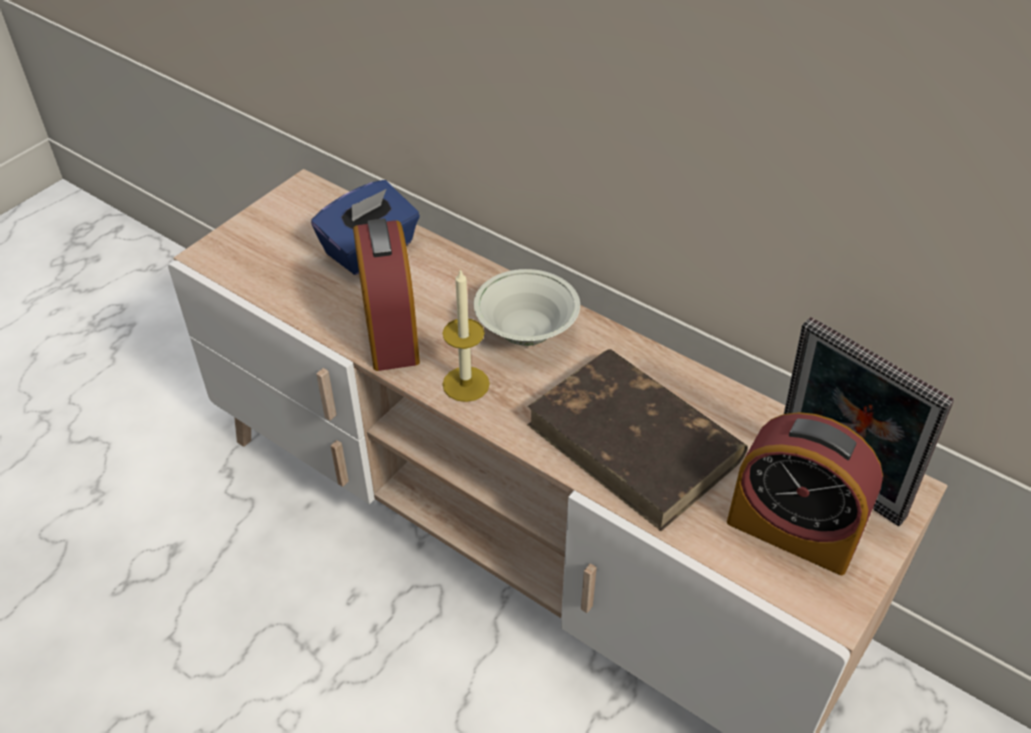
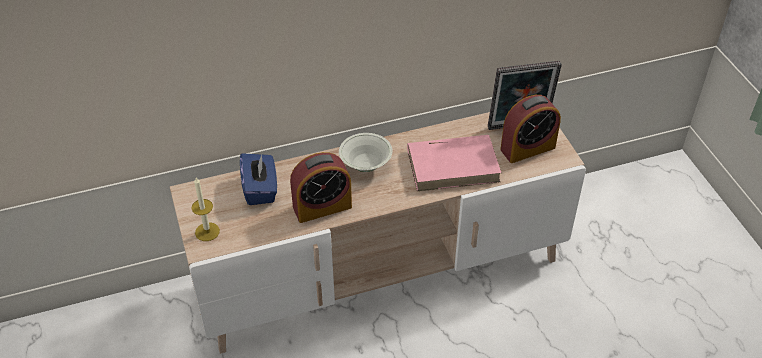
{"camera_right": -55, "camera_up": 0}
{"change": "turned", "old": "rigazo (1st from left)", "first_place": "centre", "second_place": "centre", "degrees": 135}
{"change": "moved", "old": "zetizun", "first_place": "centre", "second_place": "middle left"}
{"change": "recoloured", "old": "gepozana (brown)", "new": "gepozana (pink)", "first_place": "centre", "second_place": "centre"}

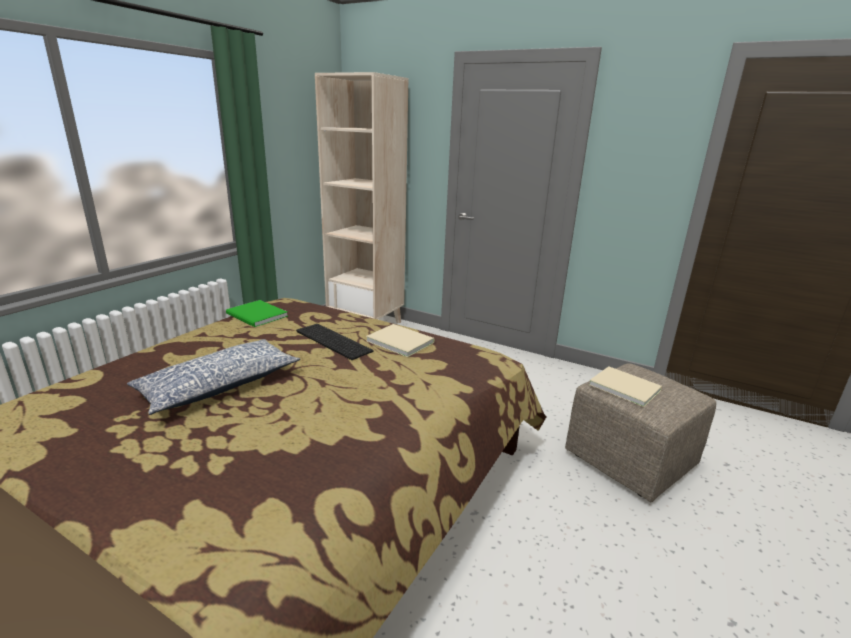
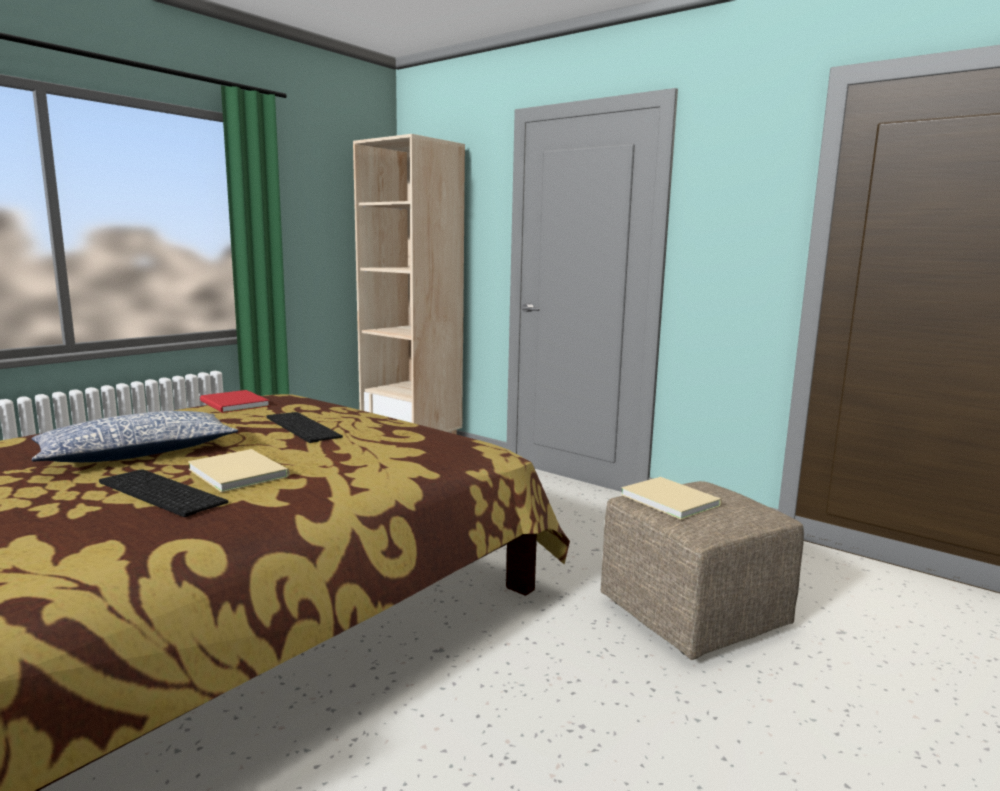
{"camera_right": 10, "camera_up": -10}
{"change": "recoloured", "old": "gepozana (green)", "new": "gepozana (red)", "first_place": "middle left", "second_place": "middle left"}
{"change": "moved", "old": "gepozana (beige) (1st from left)", "first_place": "centre", "second_place": "middle left"}
{"change": "added", "new": "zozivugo (1st from left)", "second_place": "middle left"}

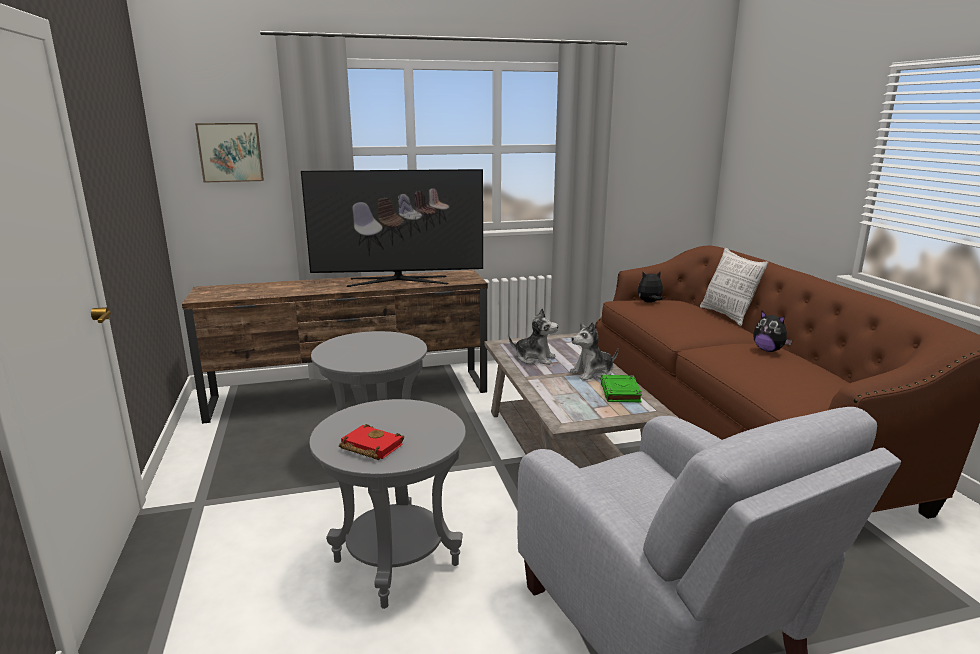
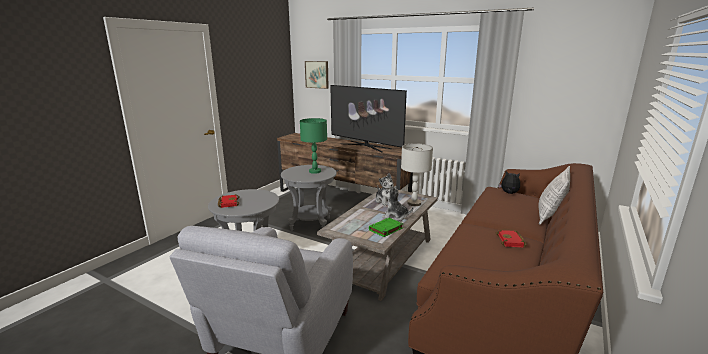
{"camera_right": 45, "camera_up": 0}
{"change": "replaced", "old": "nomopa (4th from left)", "new": "gepozana (red) (2nd from left)", "first_place": "middle right", "second_place": "bottom right"}
{"change": "added", "new": "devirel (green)", "second_place": "centre"}
{"change": "added", "new": "devirel (grey)", "second_place": "centre"}

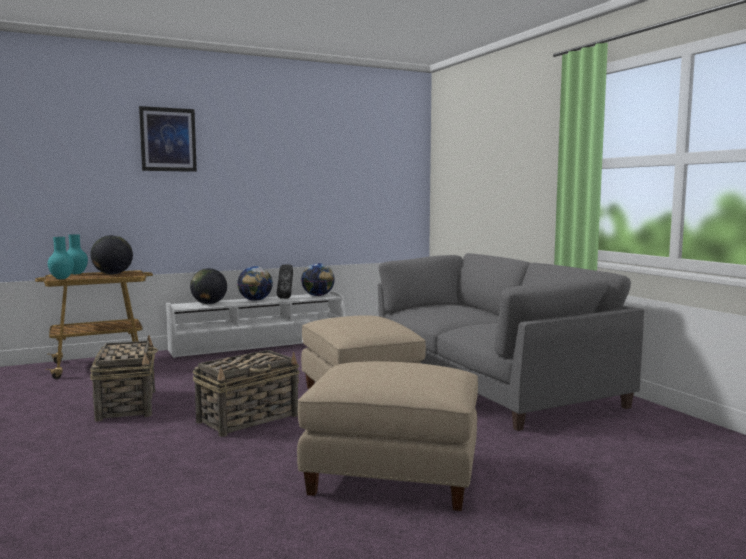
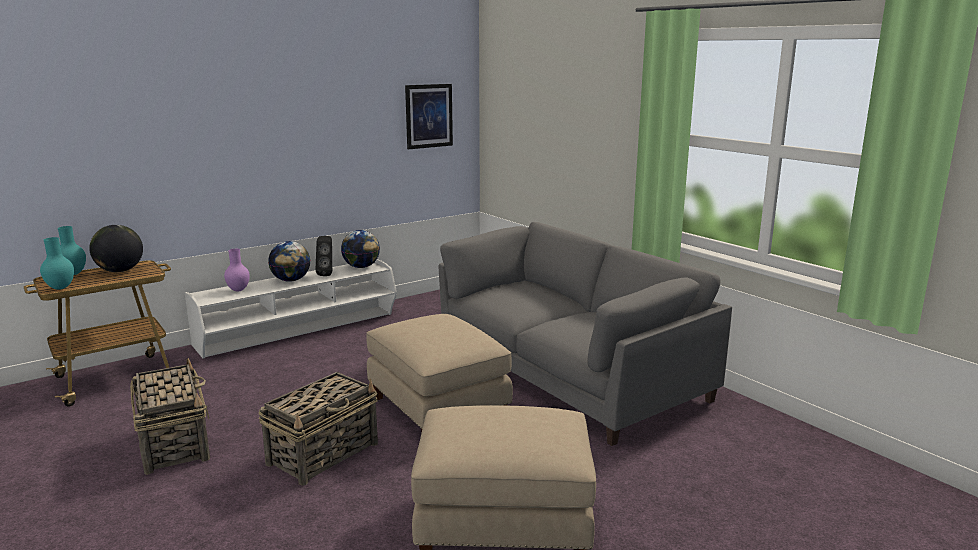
{"camera_right": -10, "camera_up": 10}
{"change": "moved", "old": "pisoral", "first_place": "top left", "second_place": "top centre"}
{"change": "replaced", "old": "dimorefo (2nd from left)", "new": "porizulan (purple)", "first_place": "middle left", "second_place": "middle left"}

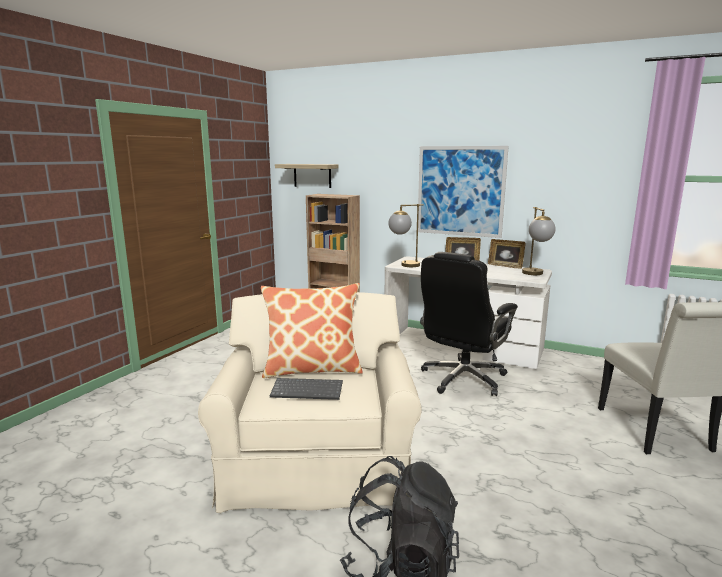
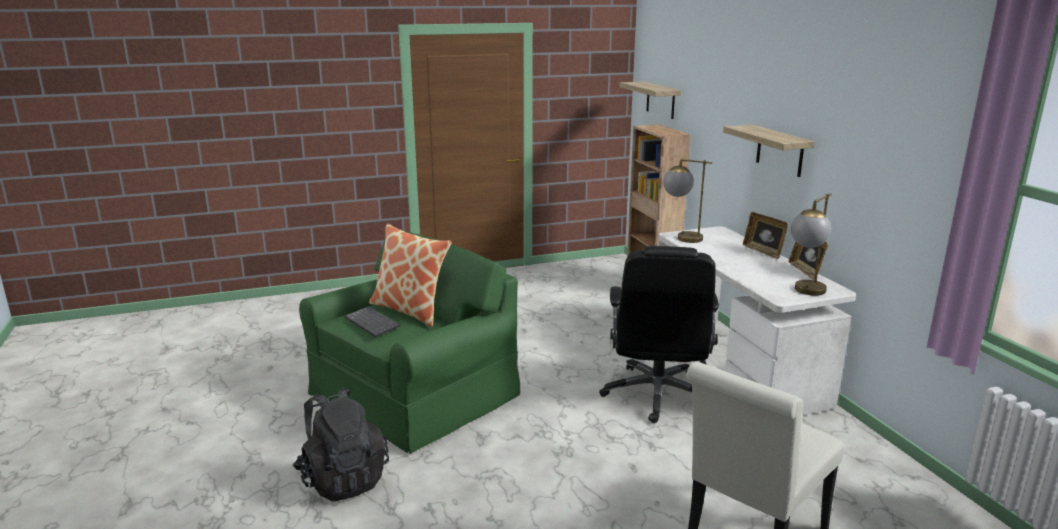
{"camera_right": 45, "camera_up": 5}
{"change": "replaced", "old": "pisoral", "new": "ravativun (2nd from left)", "first_place": "top centre", "second_place": "top right"}
{"change": "turned", "old": "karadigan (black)", "first_place": "centre", "second_place": "centre", "degrees": -75}
{"change": "recoloured", "old": "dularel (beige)", "new": "dularel (green)", "first_place": "bottom centre", "second_place": "centre"}

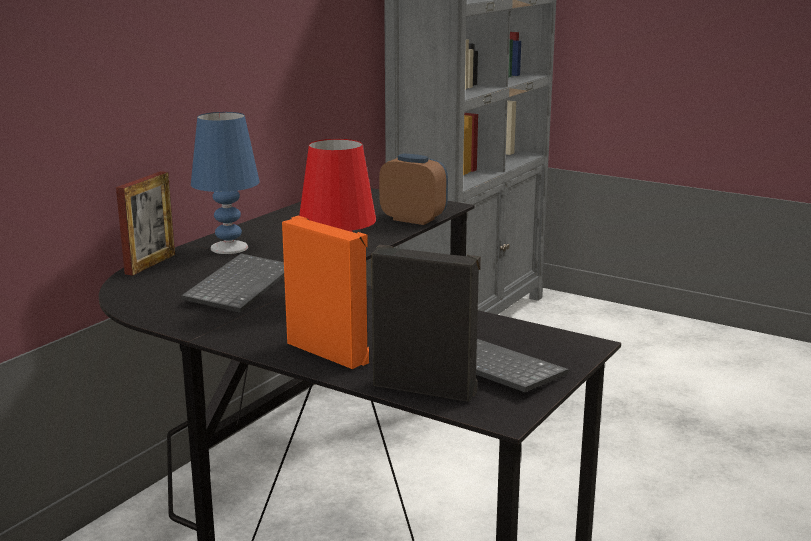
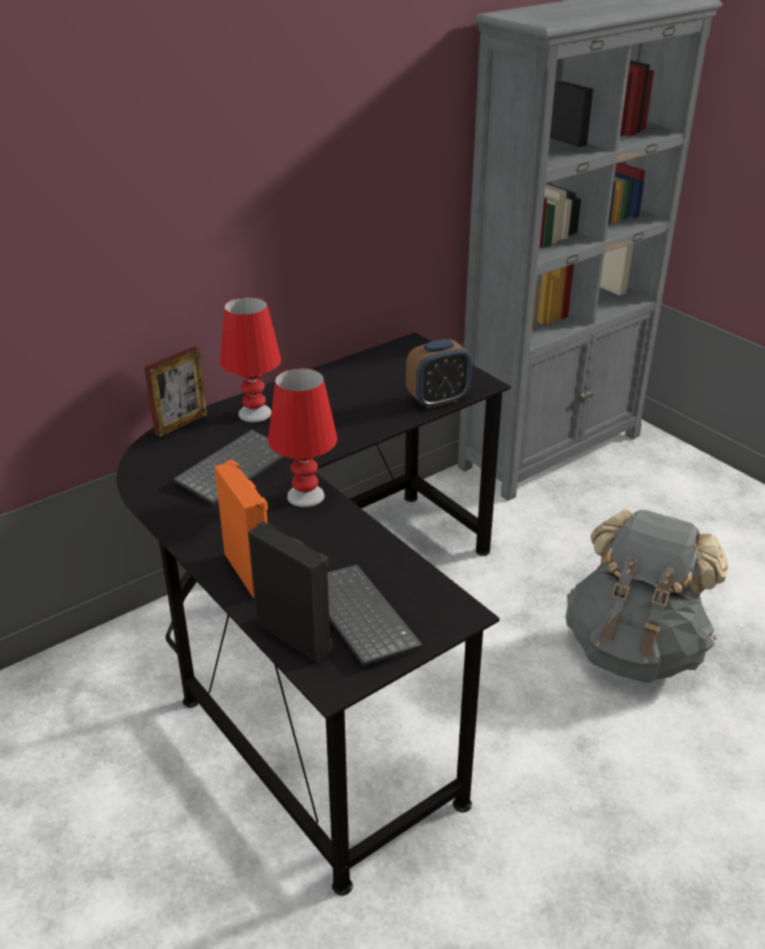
{"camera_right": 20, "camera_up": 15}
{"change": "recoloured", "old": "devirel (blue)", "new": "devirel (red) (1st from left)", "first_place": "middle left", "second_place": "middle left"}
{"change": "turned", "old": "rigazo", "first_place": "centre", "second_place": "centre", "degrees": 105}
{"change": "added", "new": "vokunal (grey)", "second_place": "middle right"}

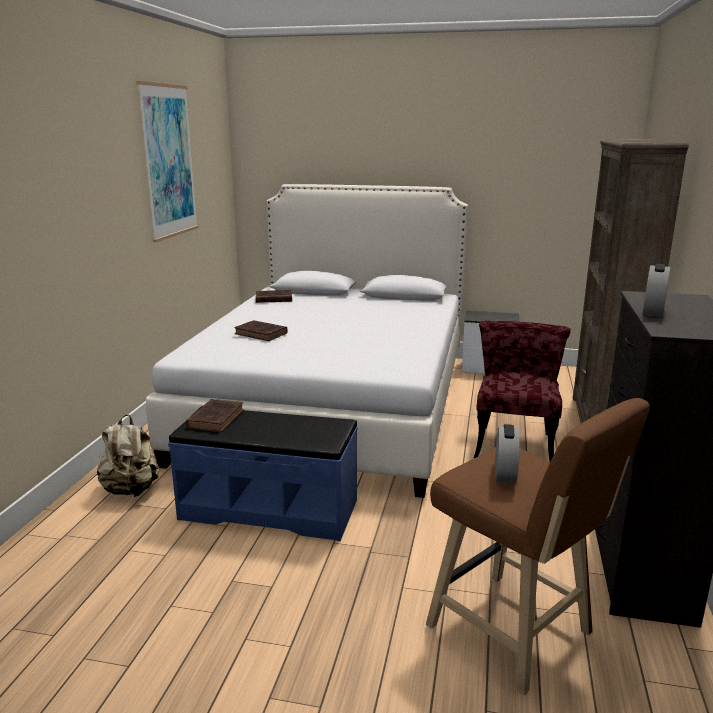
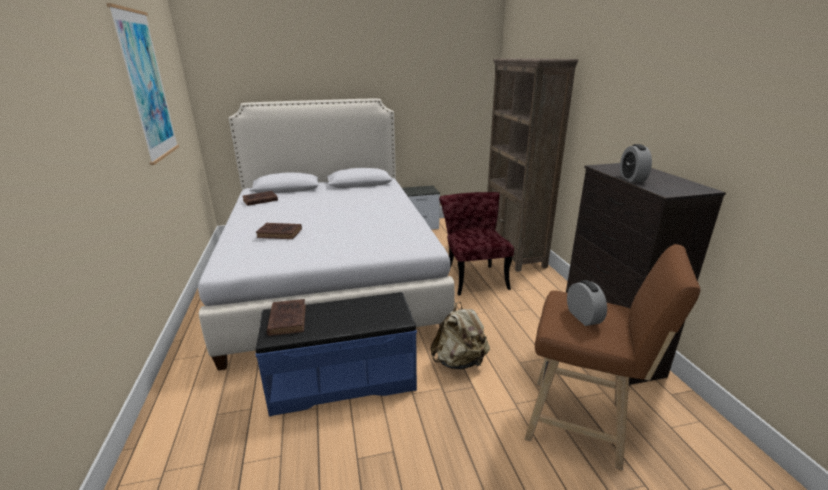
{"camera_right": -25, "camera_up": 5}
{"change": "moved", "old": "vokunal (beige)", "first_place": "middle left", "second_place": "bottom centre"}

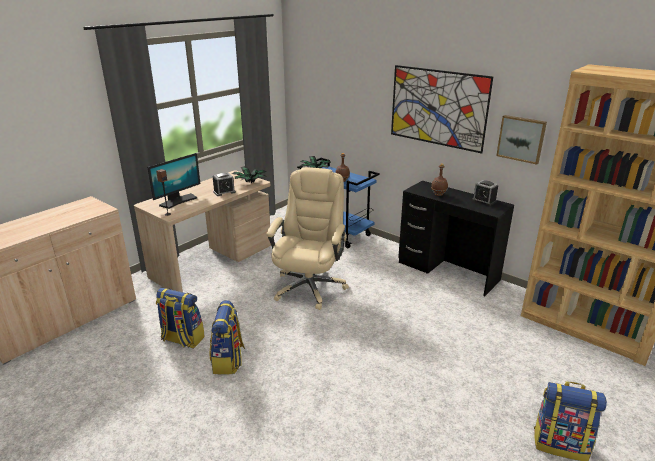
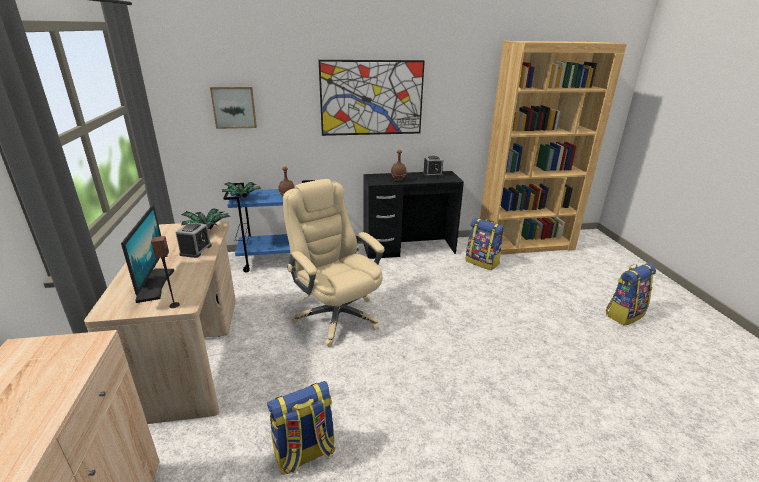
{"camera_right": -50, "camera_up": 0}
{"change": "moved", "old": "pisoral (2nd from left in the first image)", "new": "pisoral (1st from left)", "first_place": "top right", "second_place": "top left"}
{"change": "moved", "old": "vokunal (2nd from left)", "first_place": "bottom centre", "second_place": "centre"}

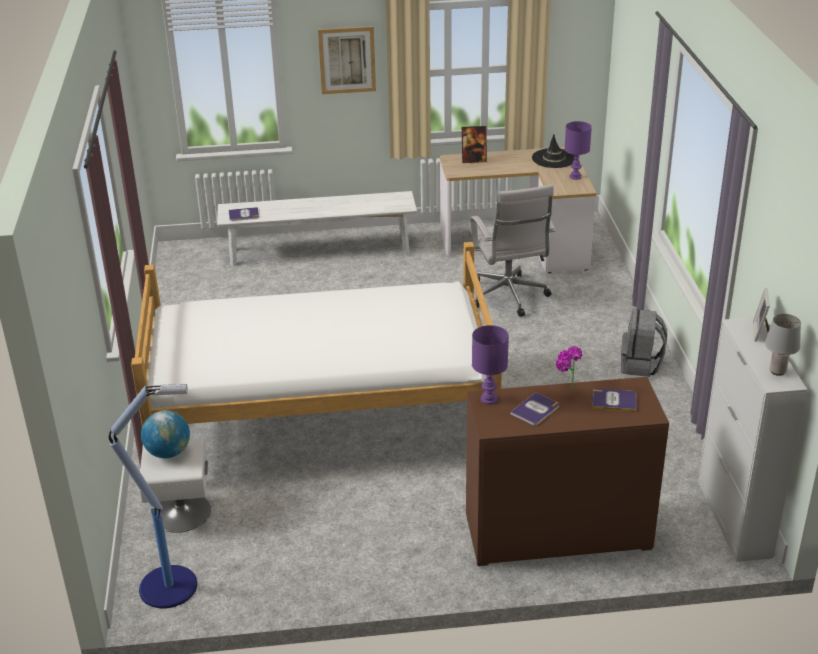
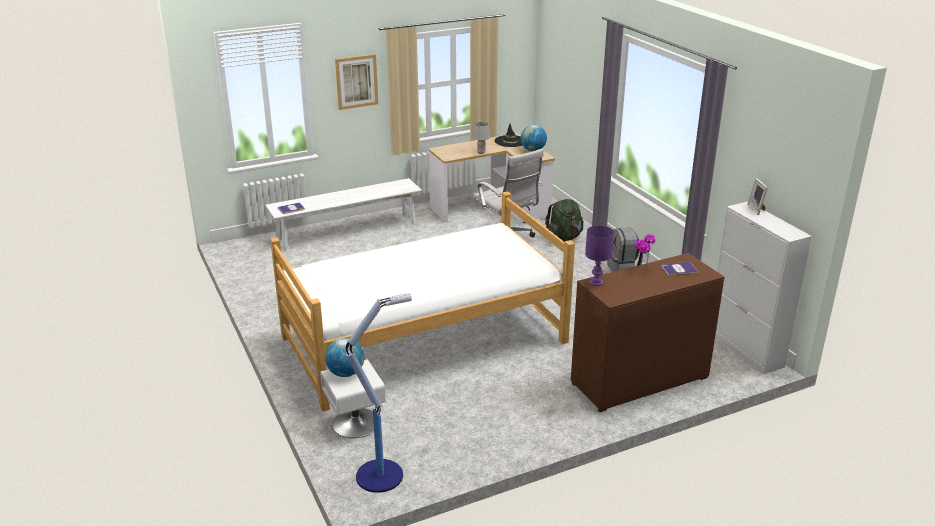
{"camera_right": -20, "camera_up": -5}
{"change": "replaced", "old": "devirel (purple) (2nd from left)", "new": "dimorefo (2nd from left)", "first_place": "top right", "second_place": "top centre"}
{"change": "removed", "old": "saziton (1st from left)", "first_place": "top centre"}
{"change": "moved", "old": "devirel (grey)", "first_place": "middle right", "second_place": "top centre"}
{"change": "removed", "old": "gepozana (2nd from left)", "first_place": "centre"}
{"change": "added", "new": "vokunal (green)", "second_place": "centre"}

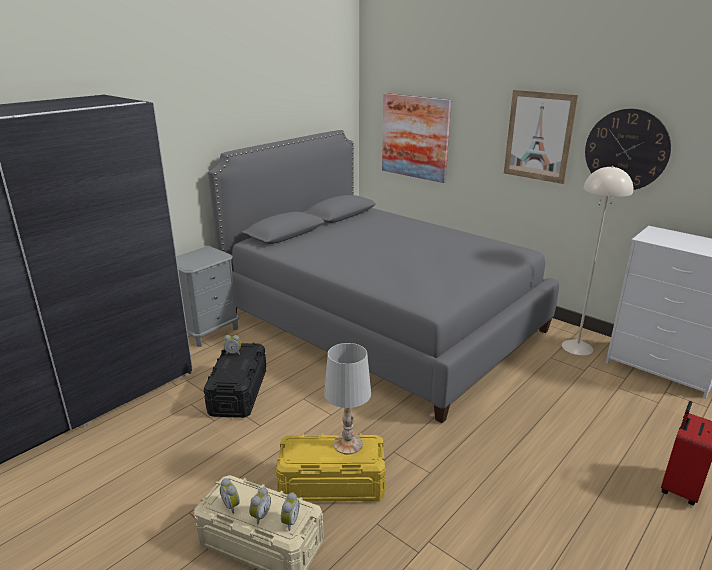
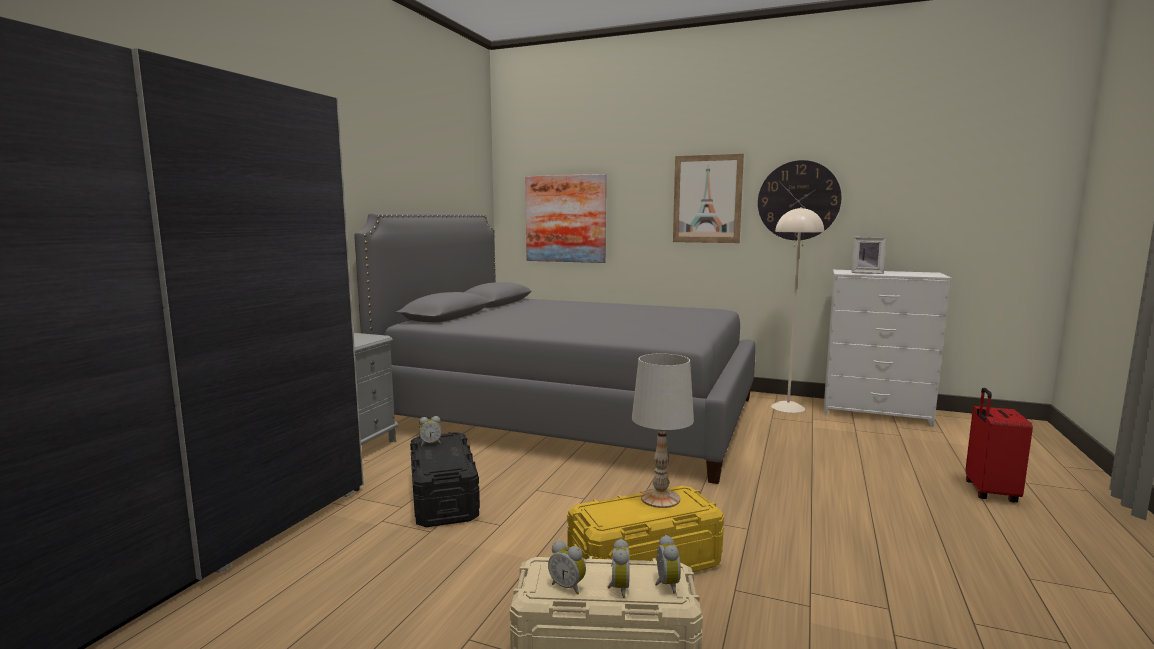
{"camera_right": -20, "camera_up": -15}
{"change": "added", "new": "saziton", "second_place": "middle right"}

